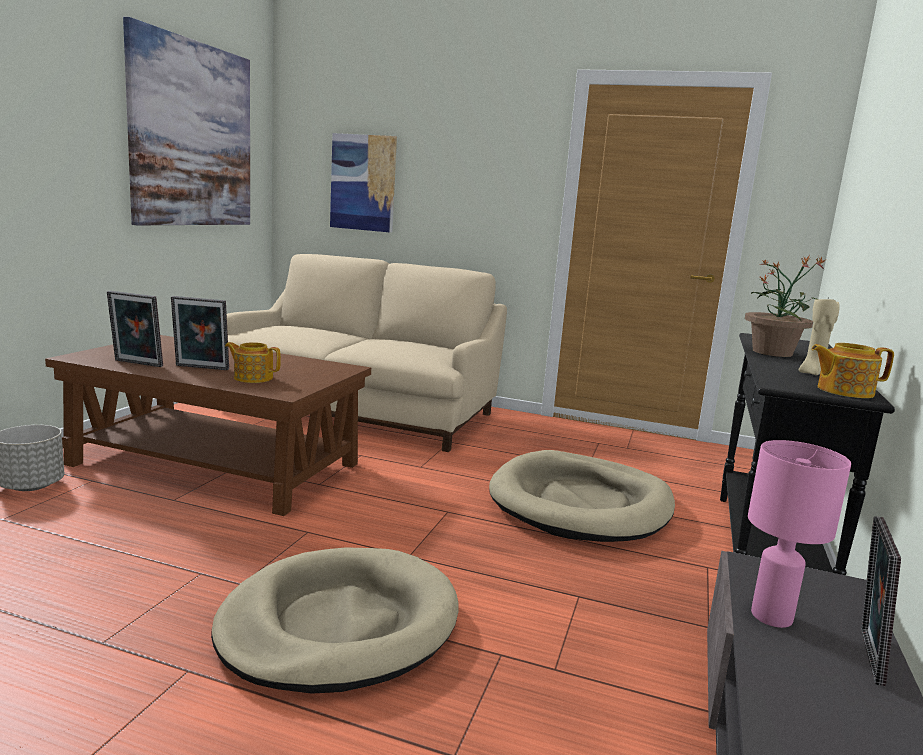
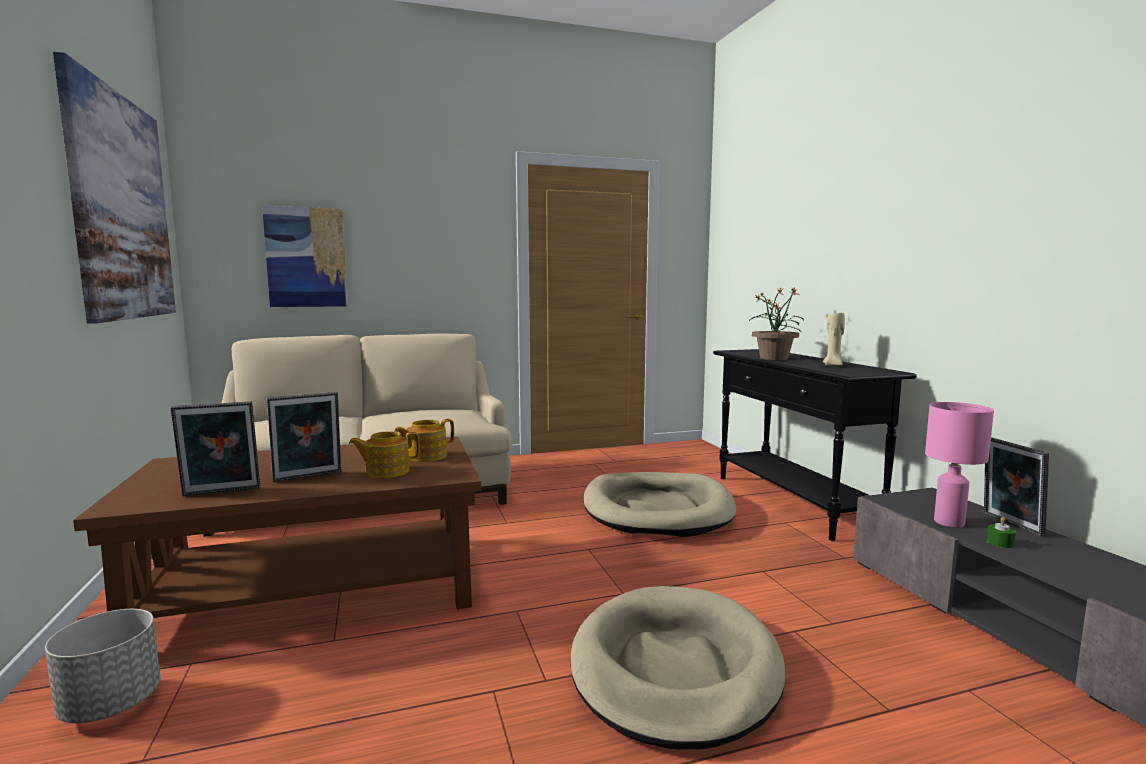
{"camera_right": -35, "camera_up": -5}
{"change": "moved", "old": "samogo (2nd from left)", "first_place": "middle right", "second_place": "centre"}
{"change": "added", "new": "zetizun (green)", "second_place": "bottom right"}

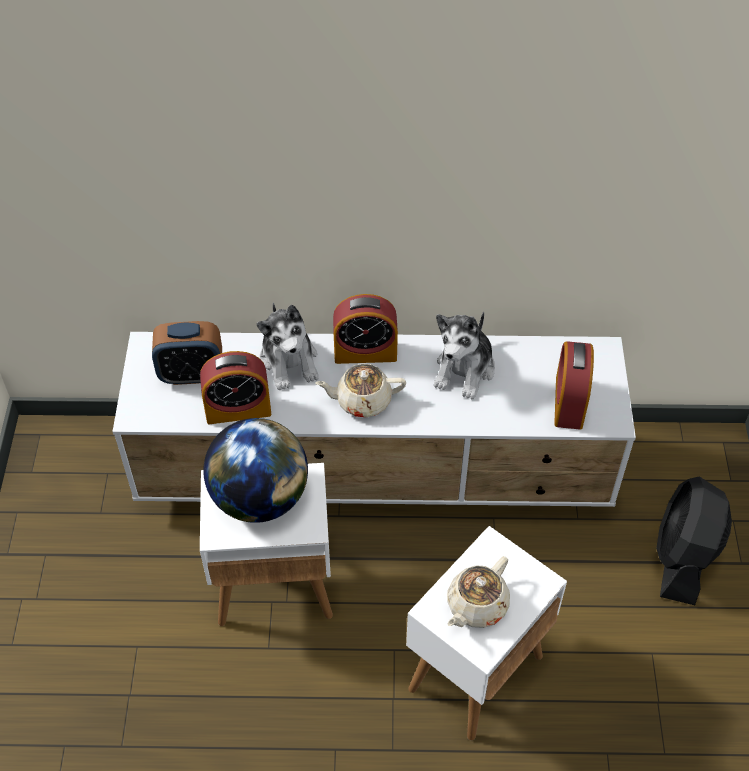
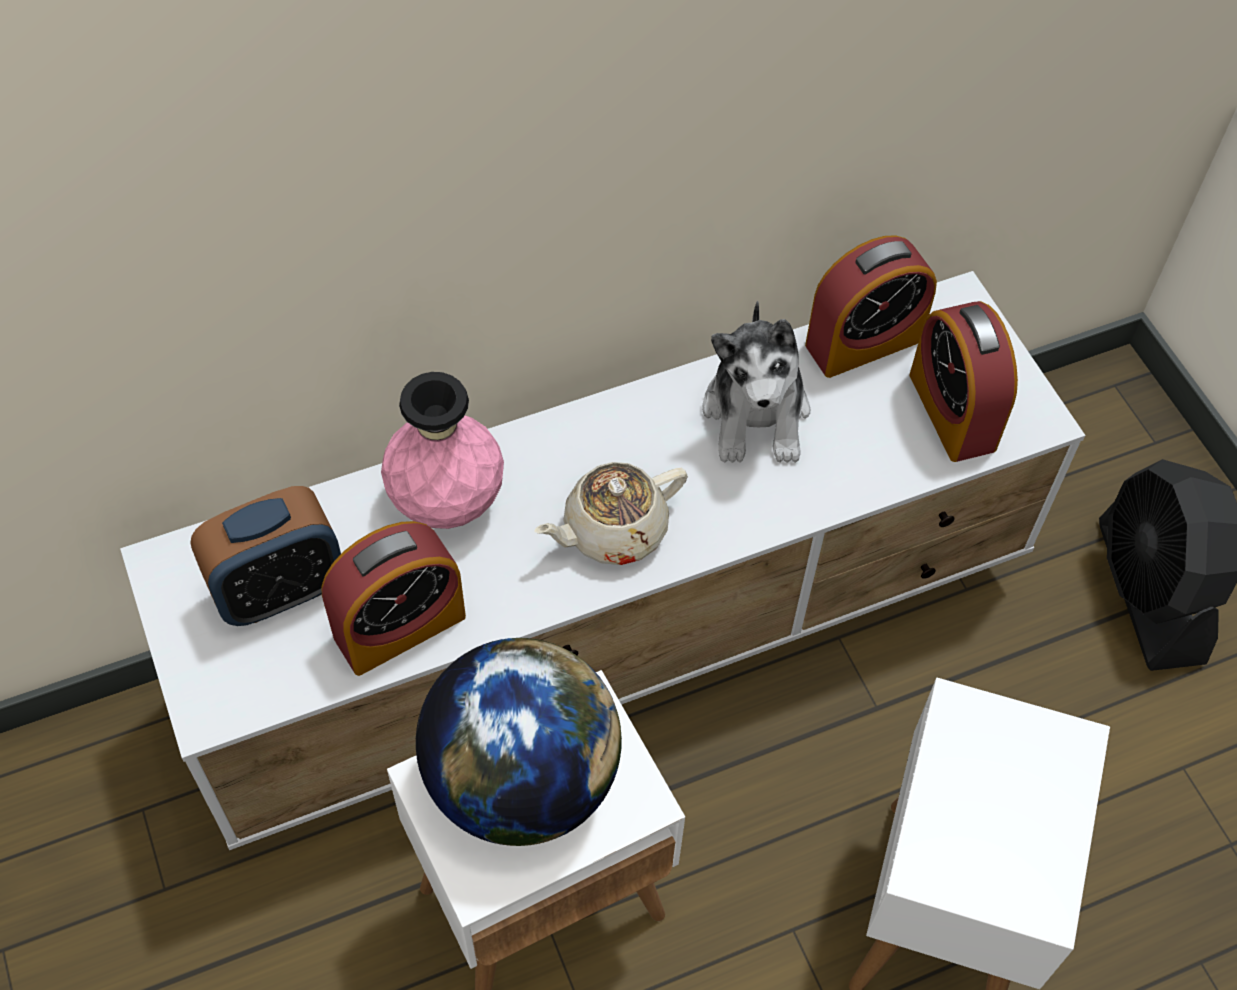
{"camera_right": -25, "camera_up": 5}
{"change": "moved", "old": "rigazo (3rd from left)", "first_place": "centre", "second_place": "top right"}
{"change": "replaced", "old": "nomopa (1st from left)", "new": "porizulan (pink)", "first_place": "centre", "second_place": "centre"}
{"change": "removed", "old": "samogo (beige) (2nd from left)", "first_place": "bottom centre"}

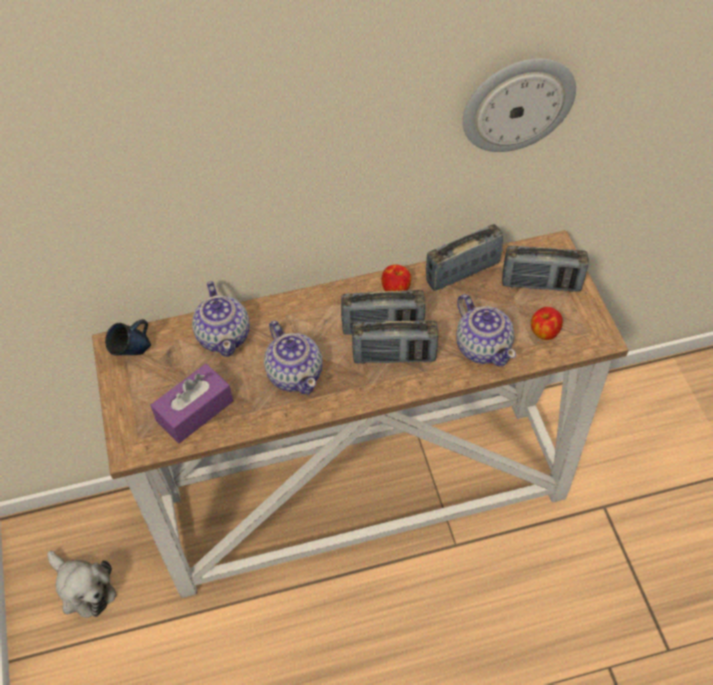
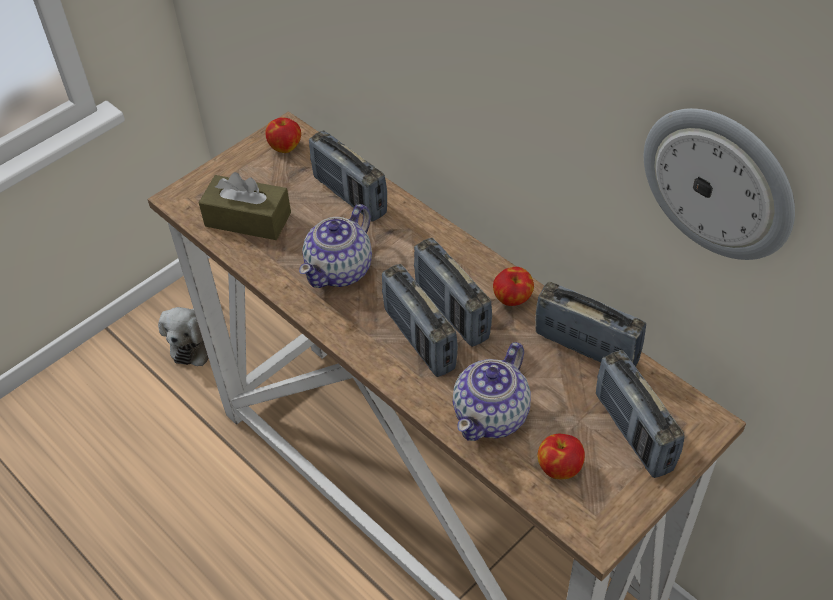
{"camera_right": 60, "camera_up": -5}
{"change": "replaced", "old": "samogo (1st from left)", "new": "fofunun (1st from left)", "first_place": "middle left", "second_place": "top centre"}
{"change": "replaced", "old": "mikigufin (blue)", "new": "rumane (1st from left)", "first_place": "middle left", "second_place": "top centre"}
{"change": "recoloured", "old": "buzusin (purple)", "new": "buzusin (brown)", "first_place": "middle left", "second_place": "middle left"}

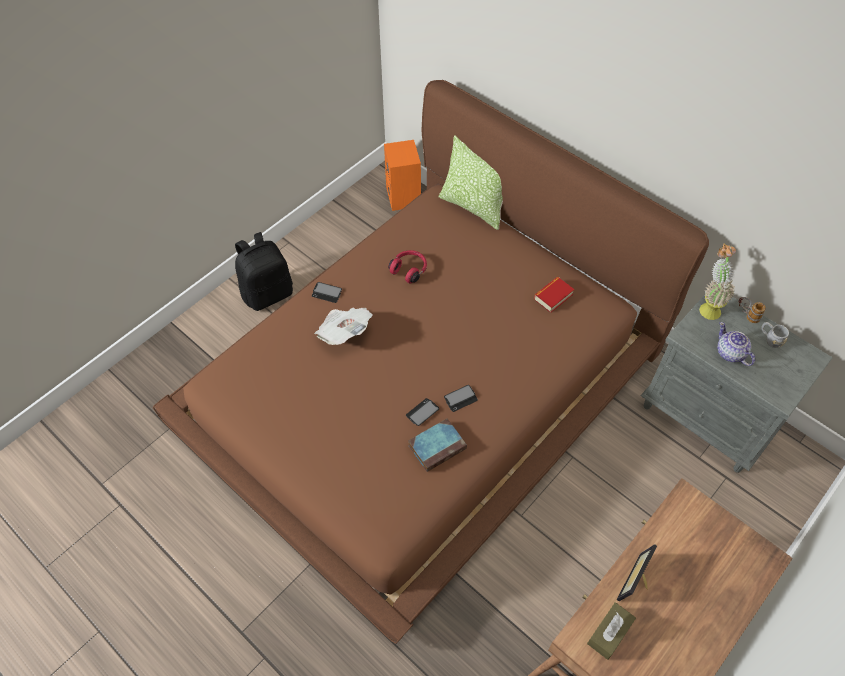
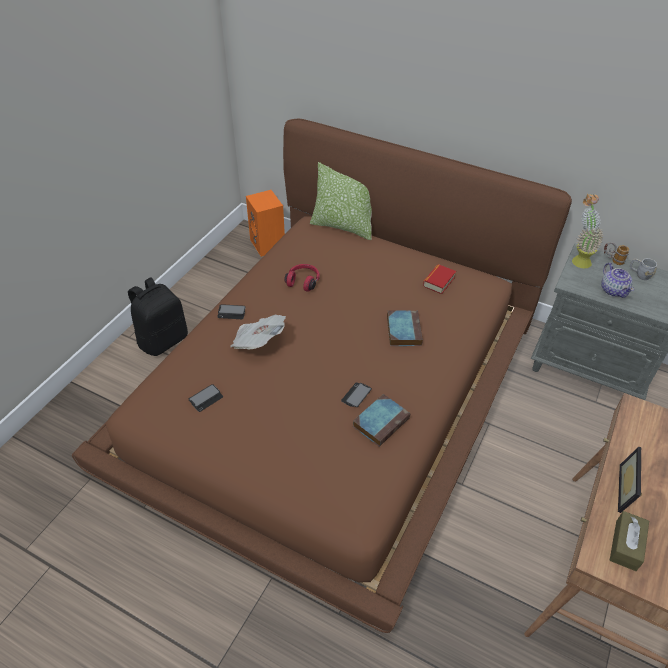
{"camera_right": -15, "camera_up": -10}
{"change": "turned", "old": "samogo", "first_place": "middle right", "second_place": "middle right", "degrees": -150}
{"change": "moved", "old": "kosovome (3rd from left in the first image)", "new": "kosovome (1st from left)", "first_place": "centre", "second_place": "middle left"}
{"change": "added", "new": "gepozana (2nd from left)", "second_place": "centre"}

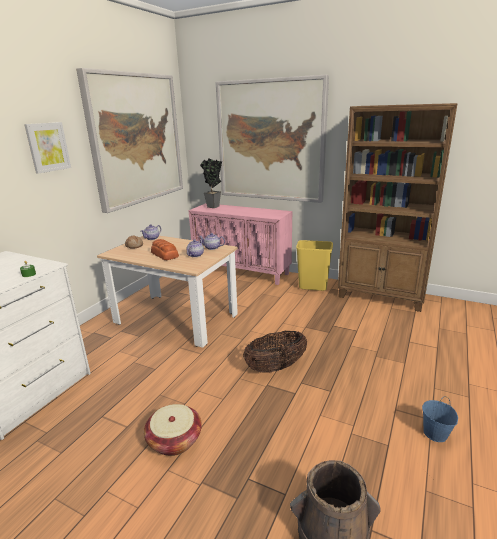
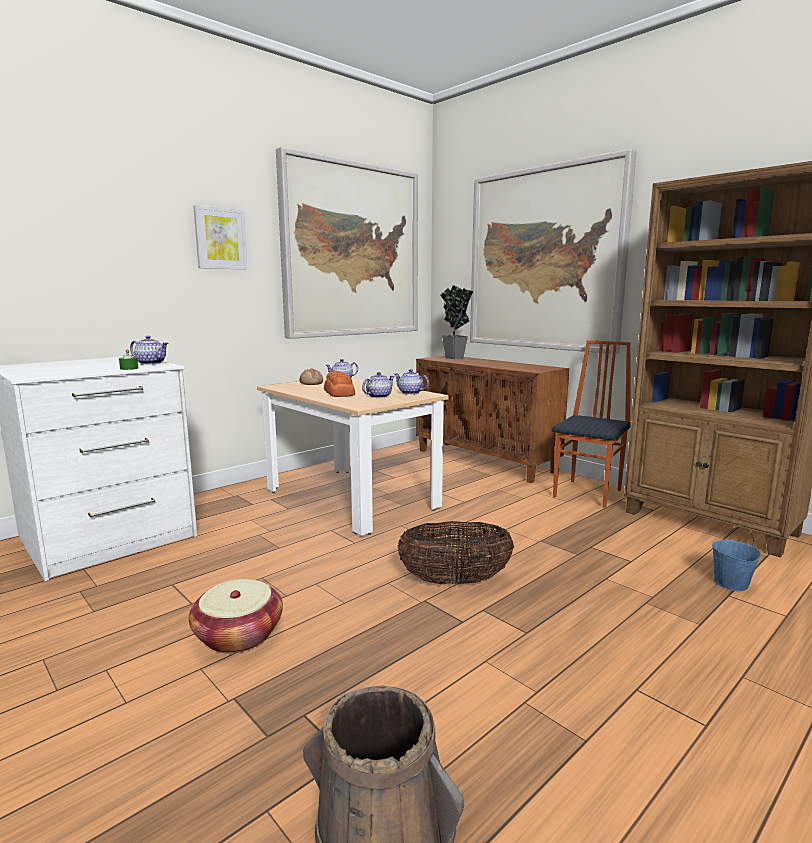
{"camera_right": 20, "camera_up": -10}
{"change": "recoloured", "old": "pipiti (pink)", "new": "pipiti (brown)", "first_place": "centre", "second_place": "centre"}
{"change": "replaced", "old": "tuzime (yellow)", "new": "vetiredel", "first_place": "centre", "second_place": "middle right"}
{"change": "moved", "old": "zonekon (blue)", "first_place": "bottom right", "second_place": "middle right"}
{"change": "added", "new": "samogo (1st from left)", "second_place": "middle left"}

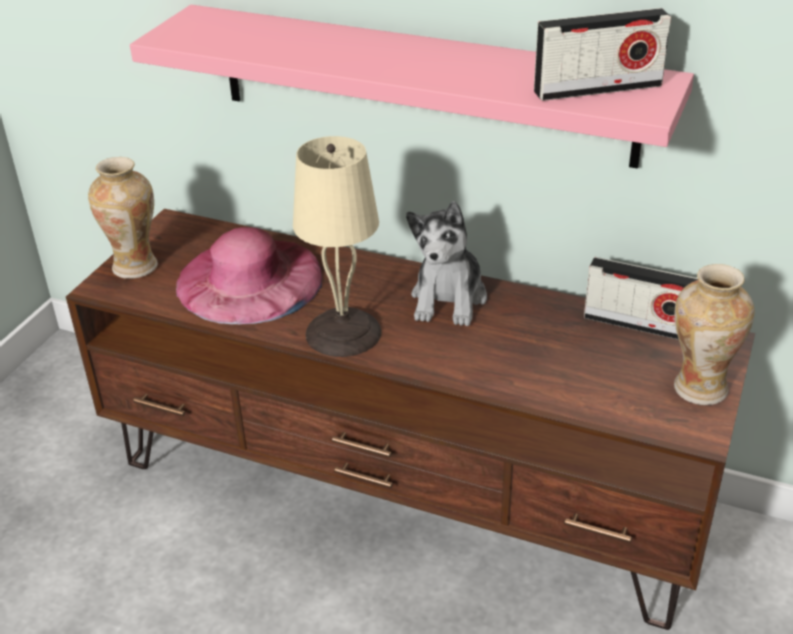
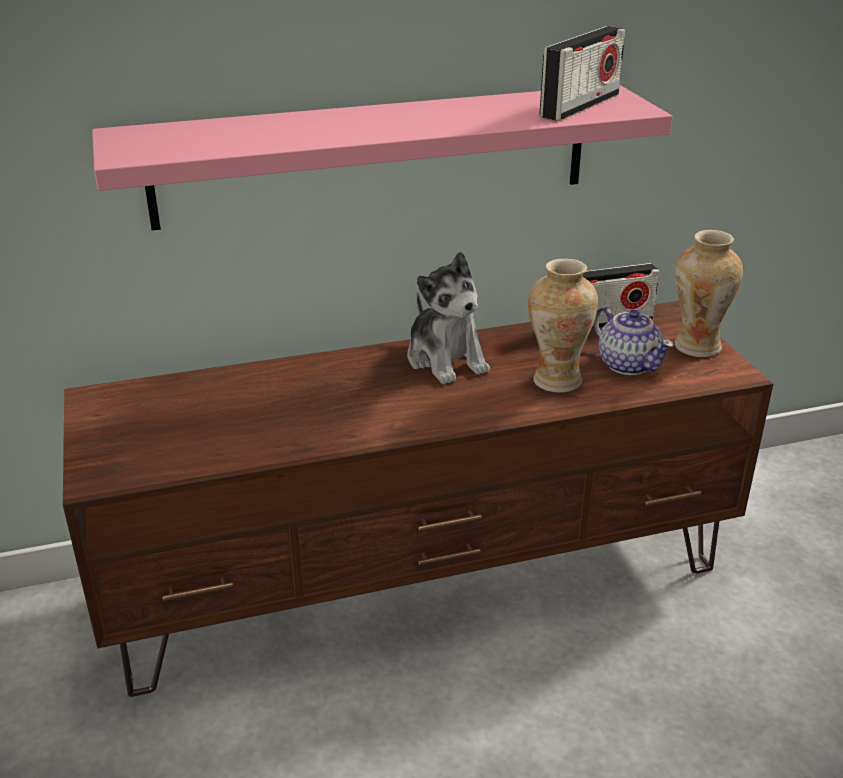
{"camera_right": -40, "camera_up": -5}
{"change": "removed", "old": "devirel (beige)", "first_place": "centre"}
{"change": "moved", "old": "porizulan (1st from left)", "first_place": "middle left", "second_place": "middle right"}
{"change": "removed", "old": "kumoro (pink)", "first_place": "middle left"}
{"change": "added", "new": "samogo", "second_place": "middle right"}

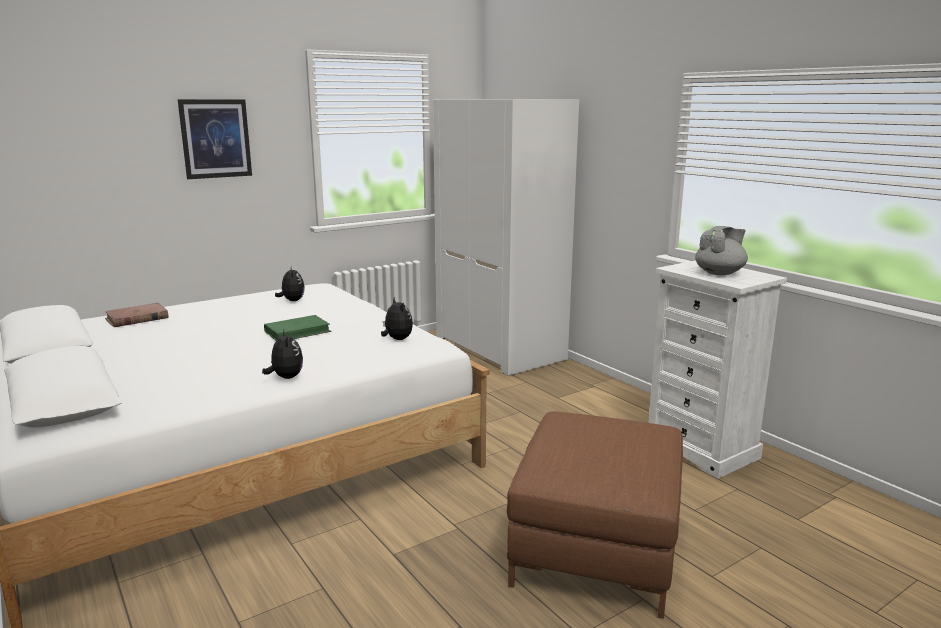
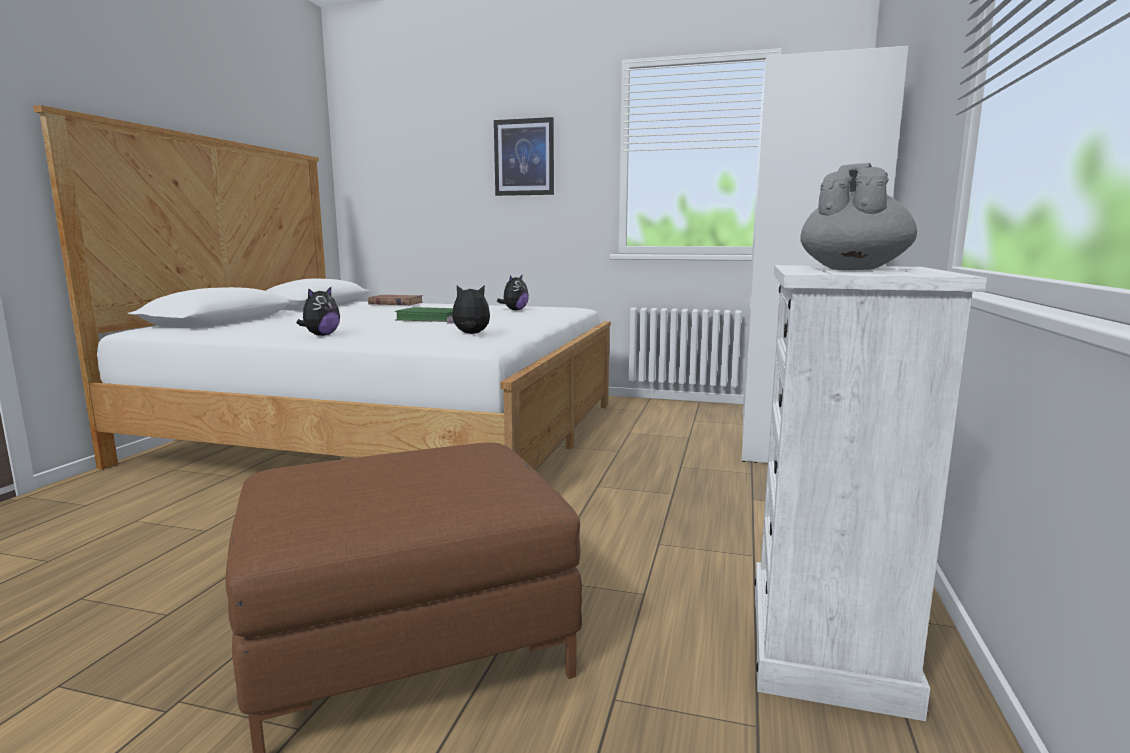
{"camera_right": 50, "camera_up": -5}
{"change": "turned", "old": "samogo (grey)", "first_place": "middle right", "second_place": "top right", "degrees": -75}
{"change": "turned", "old": "nomopa (3rd from left in the first image)", "first_place": "centre", "second_place": "centre", "degrees": -105}

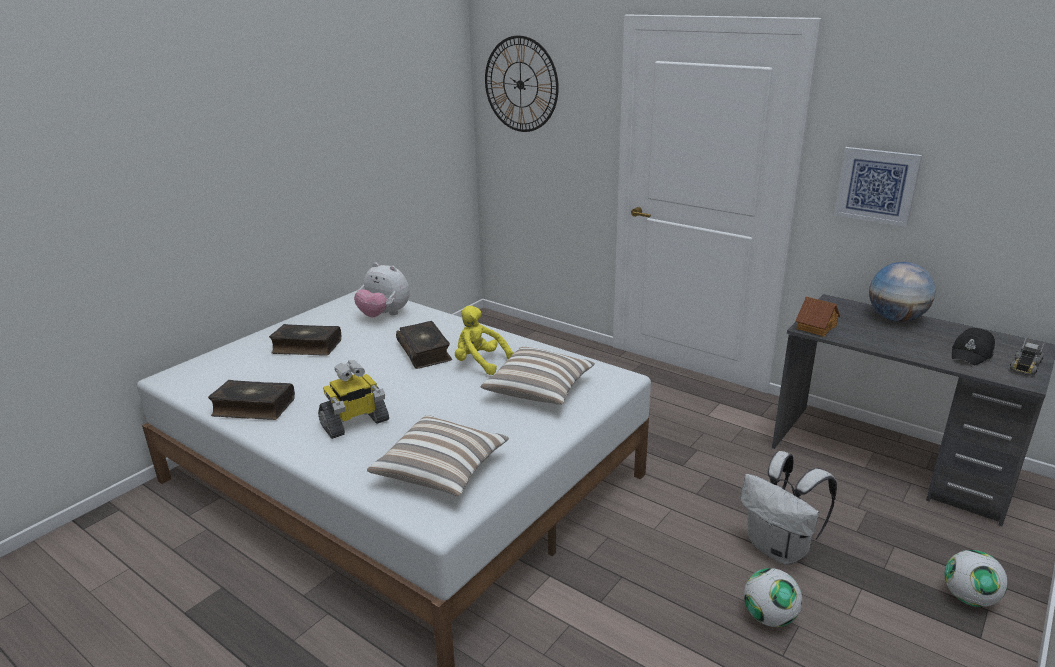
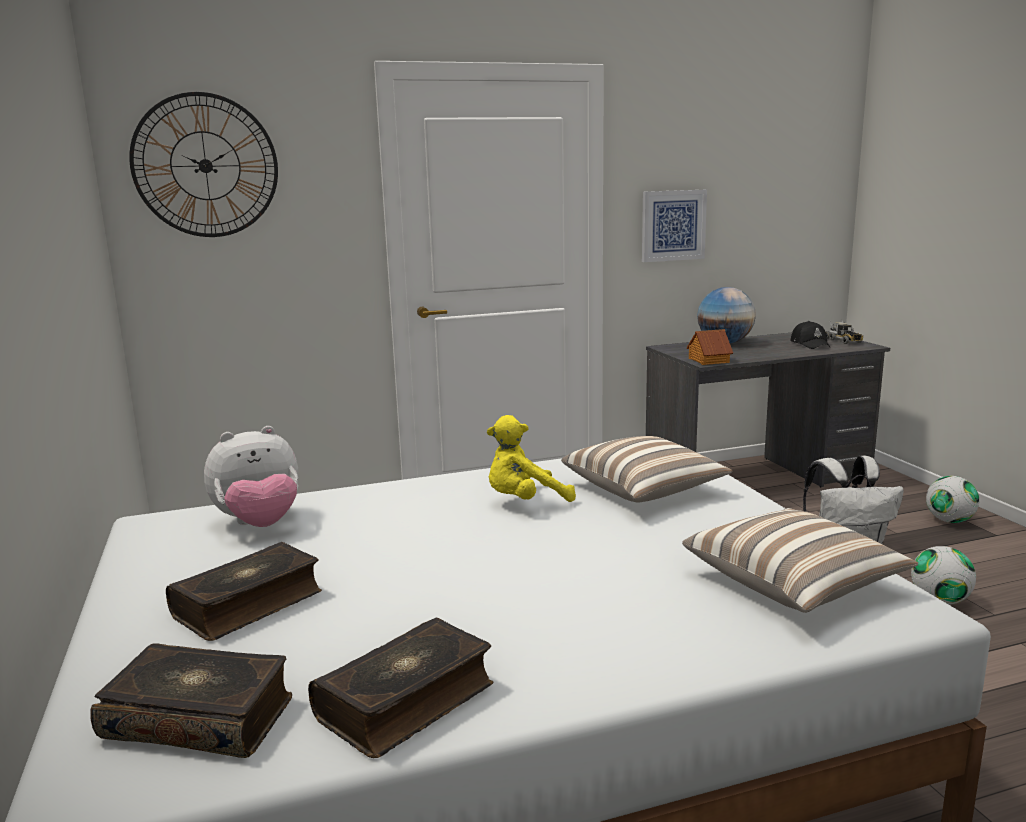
{"camera_right": -55, "camera_up": -10}
{"change": "moved", "old": "gepozana (3rd from left in the first image)", "new": "gepozana (1st from left)", "first_place": "centre", "second_place": "bottom left"}
{"change": "removed", "old": "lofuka", "first_place": "centre"}

